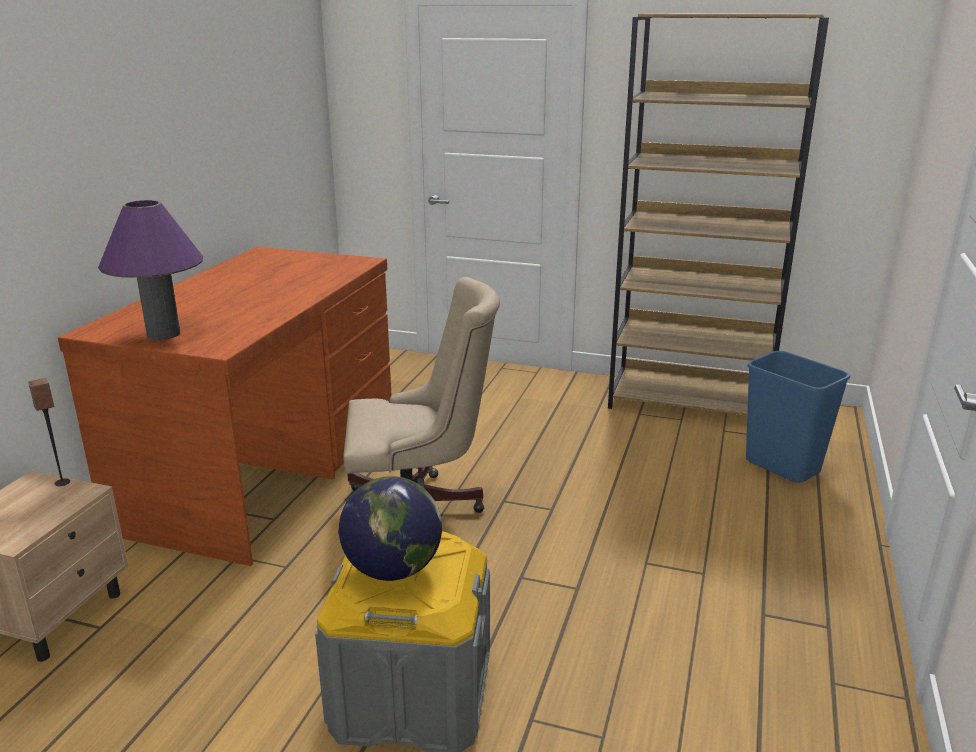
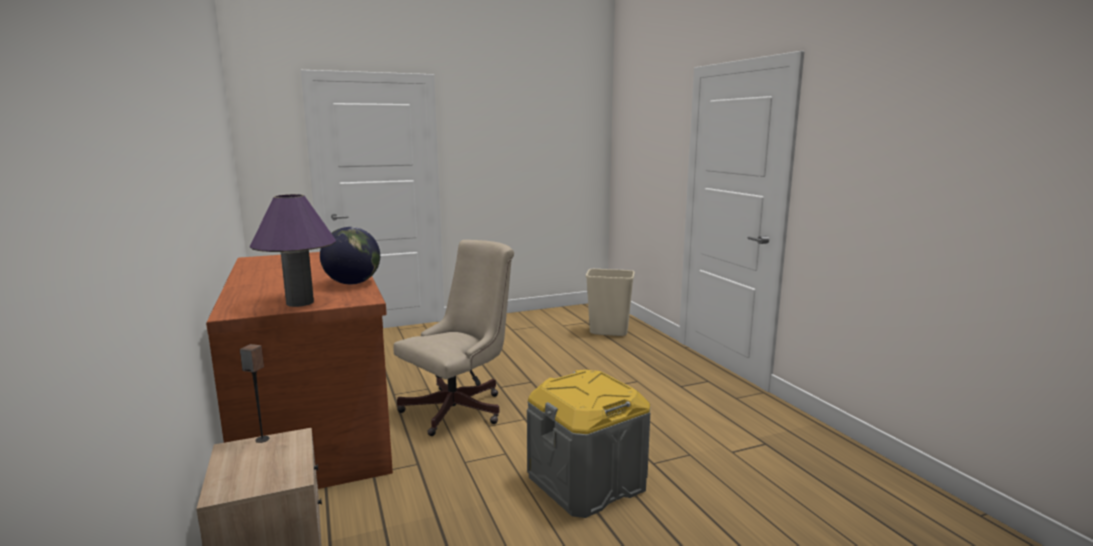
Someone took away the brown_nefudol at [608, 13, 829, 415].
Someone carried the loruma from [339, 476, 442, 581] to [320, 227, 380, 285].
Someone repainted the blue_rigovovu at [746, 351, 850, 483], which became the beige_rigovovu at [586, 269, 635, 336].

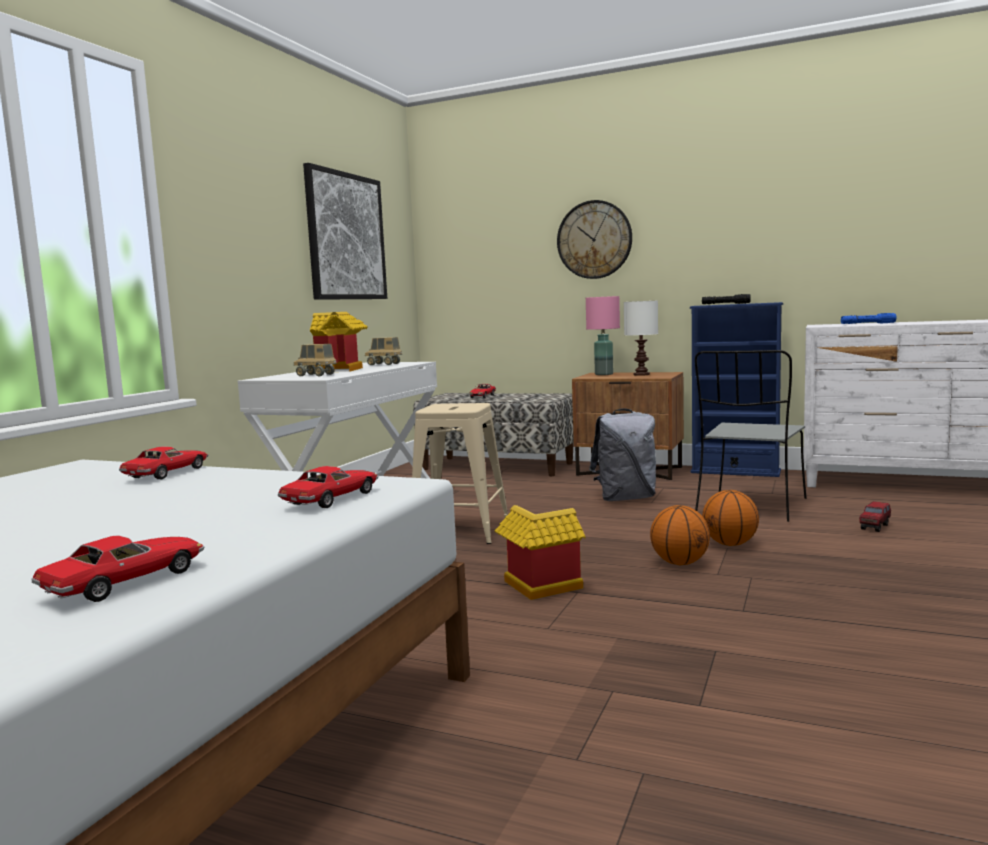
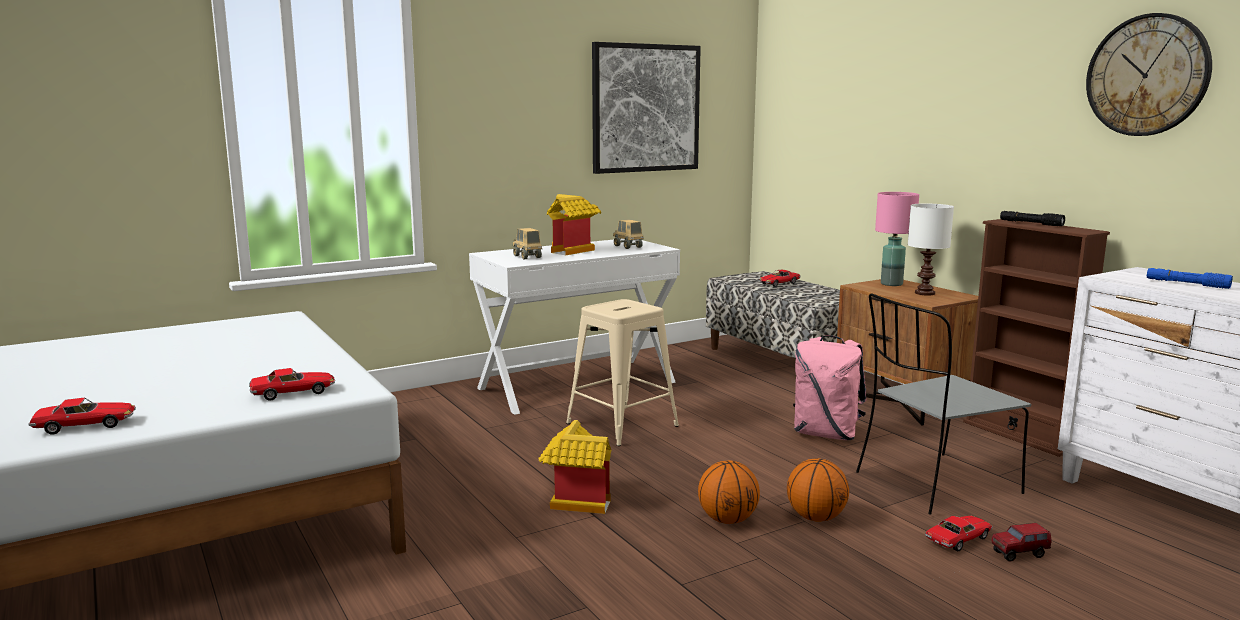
Someone carried the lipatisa from [119, 446, 208, 479] to [925, 516, 993, 552].
Someone carried the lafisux from [557, 200, 632, 279] to [1086, 13, 1212, 136].
Someone repainted the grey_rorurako at [589, 409, 656, 501], which became the pink_rorurako at [793, 335, 867, 440].
Someone repainted the blue_nefudol at [690, 302, 783, 477], which became the brown_nefudol at [963, 219, 1110, 457].

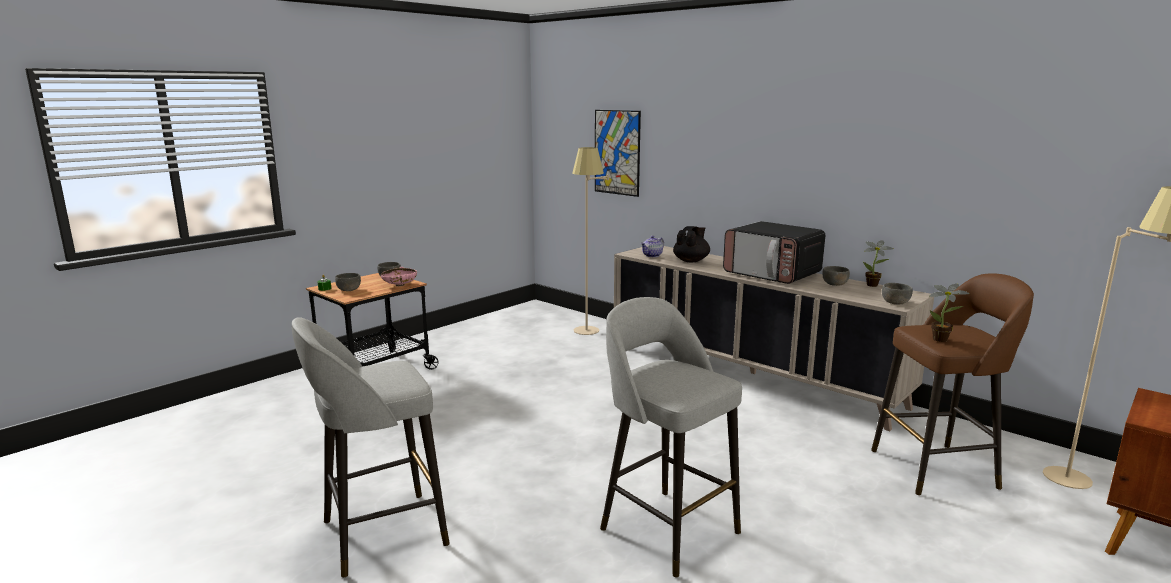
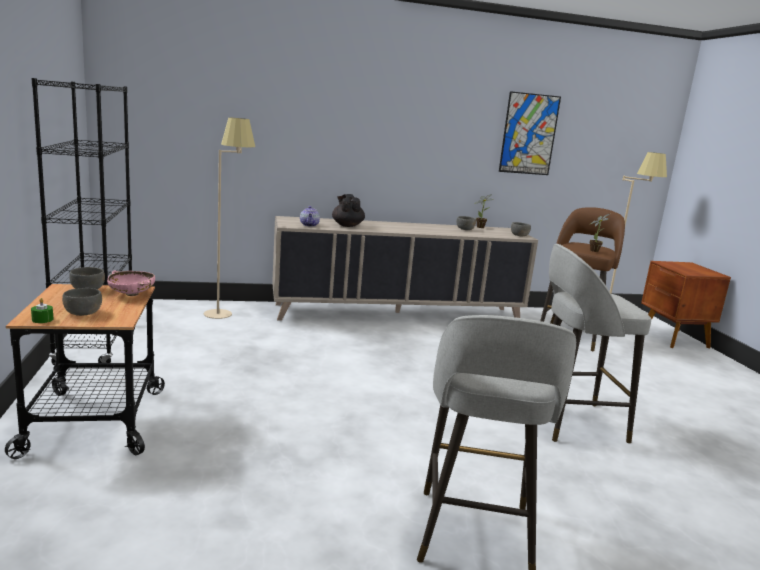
Someone took away the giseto at [723, 221, 825, 284].
Someone put down the black_nefudol at [32, 78, 132, 366].
Someone carried the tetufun from [595, 110, 641, 197] to [499, 91, 561, 175].

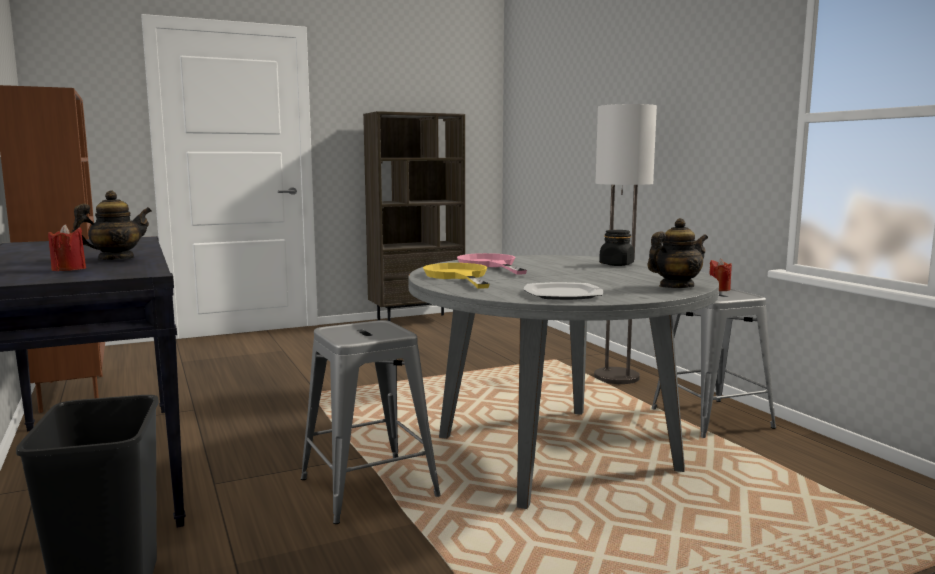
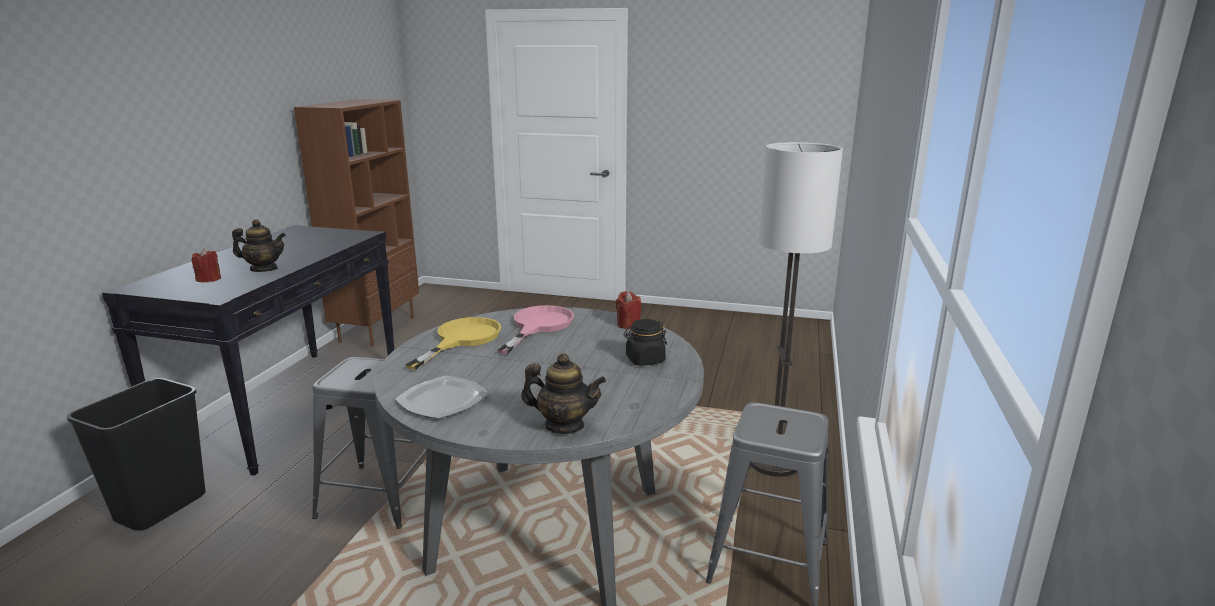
Someone took away the brown_nefudol at [363, 111, 465, 321].
Someone carried the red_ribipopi from [709, 258, 732, 291] to [616, 291, 641, 329].

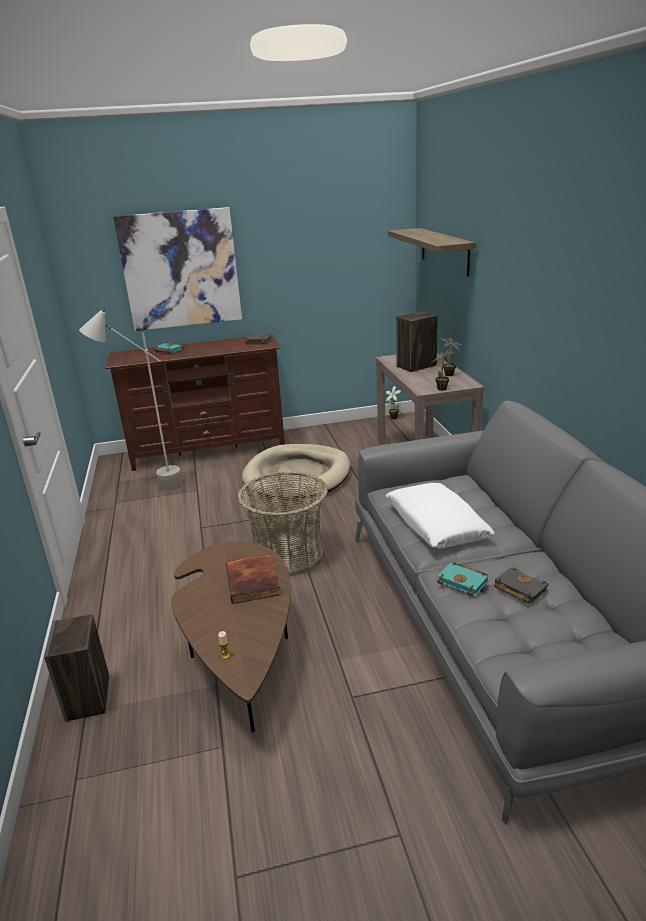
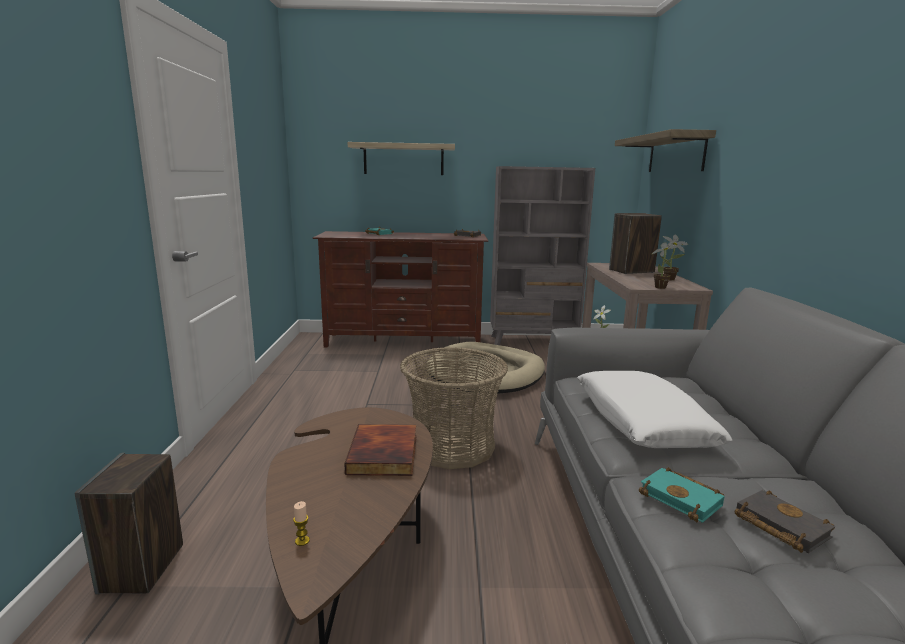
Someone took away the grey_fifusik at [79, 308, 182, 490].
Someone put down the grey_nefudol at [490, 166, 595, 345].
Someone swapped the tetufun at [113, 207, 242, 331] for the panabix at [348, 142, 455, 175].

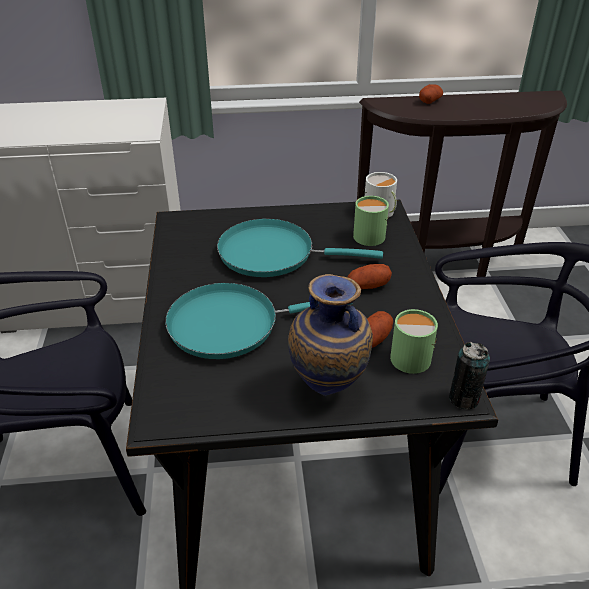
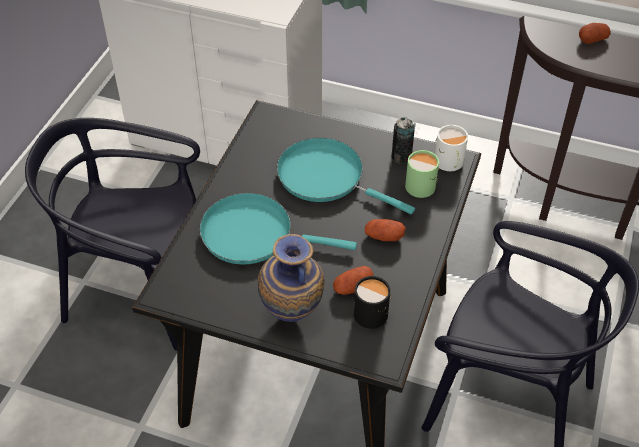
Someone carried the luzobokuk from [449, 342, 490, 410] to [392, 117, 415, 164].
Someone repainted the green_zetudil at [390, 309, 438, 374], which became the black_zetudil at [354, 276, 391, 329].

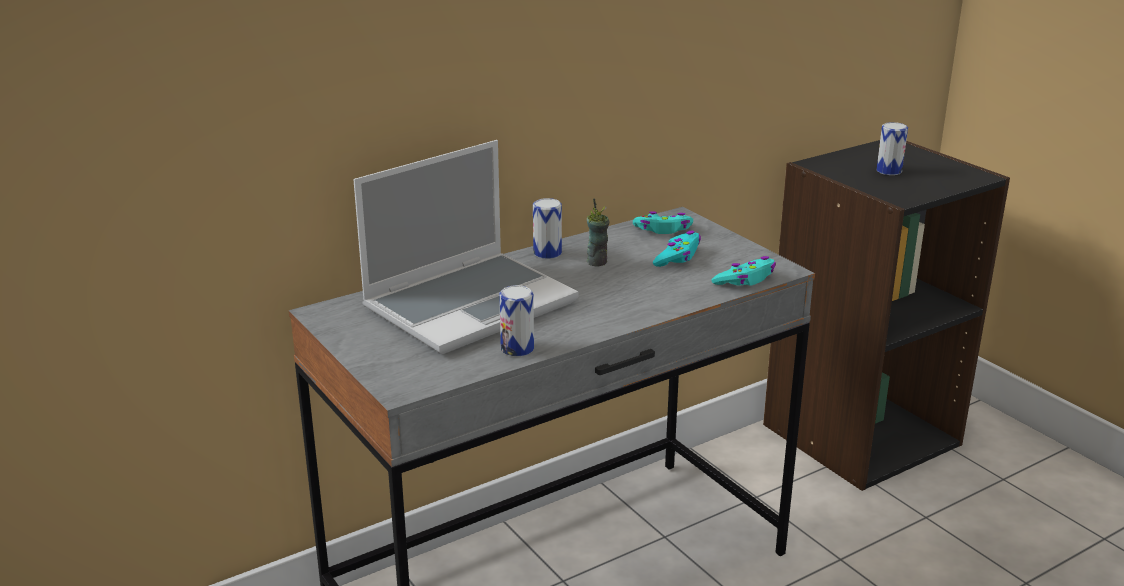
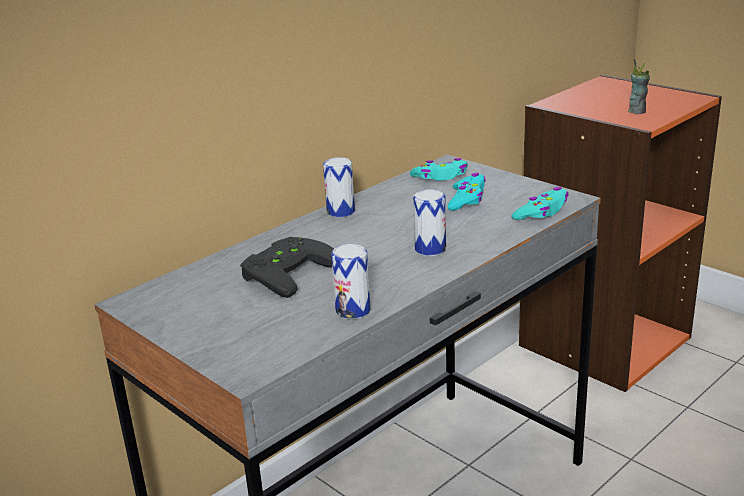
Someone carried the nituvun from [587, 199, 609, 266] to [628, 59, 650, 114].
Someone carried the luzobokuk from [876, 122, 908, 175] to [413, 189, 446, 256].
Someone swapped the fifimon at [353, 140, 579, 354] for the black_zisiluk at [240, 237, 334, 298].
Someone repainted the black_nefudol at [763, 140, 1010, 491], which became the orange_nefudol at [519, 75, 722, 392].

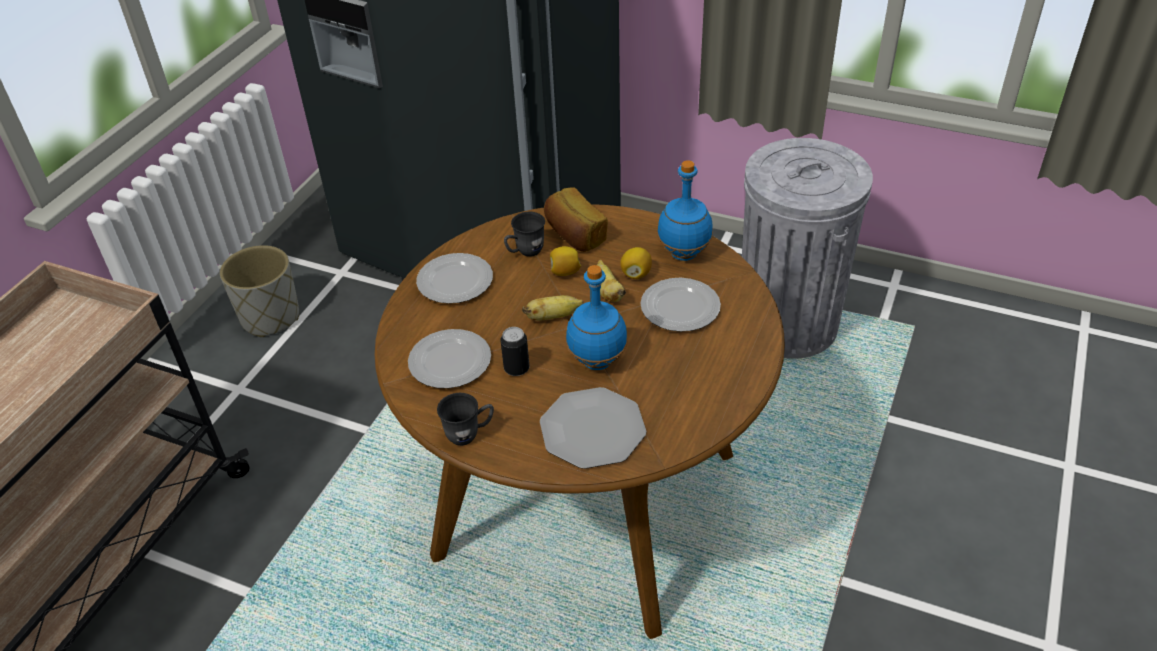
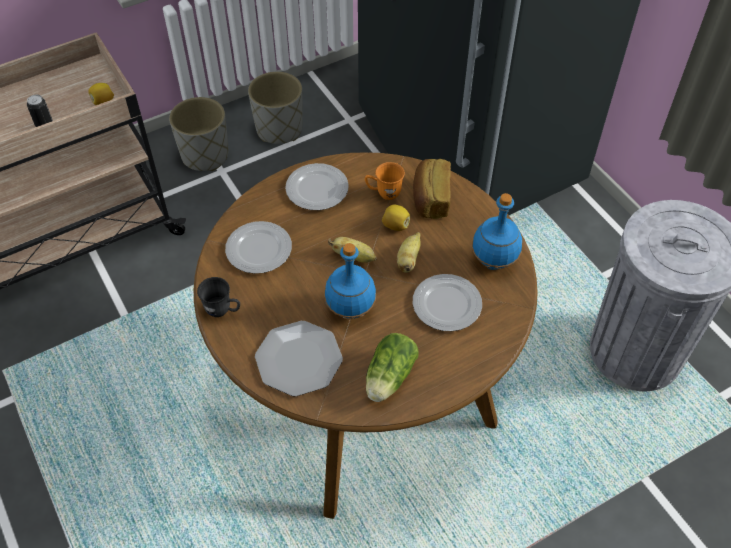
Someone put down the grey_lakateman at [169, 97, 229, 171].
Someone put down the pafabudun at [366, 333, 419, 402].
Someone carried the luzobokuk from [501, 327, 530, 376] to [27, 95, 53, 127].
Someone carried the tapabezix from [620, 247, 652, 279] to [88, 83, 114, 105].
Someone repainted the grey_zetudil at [504, 212, 545, 257], which became the orange_zetudil at [364, 162, 405, 200].

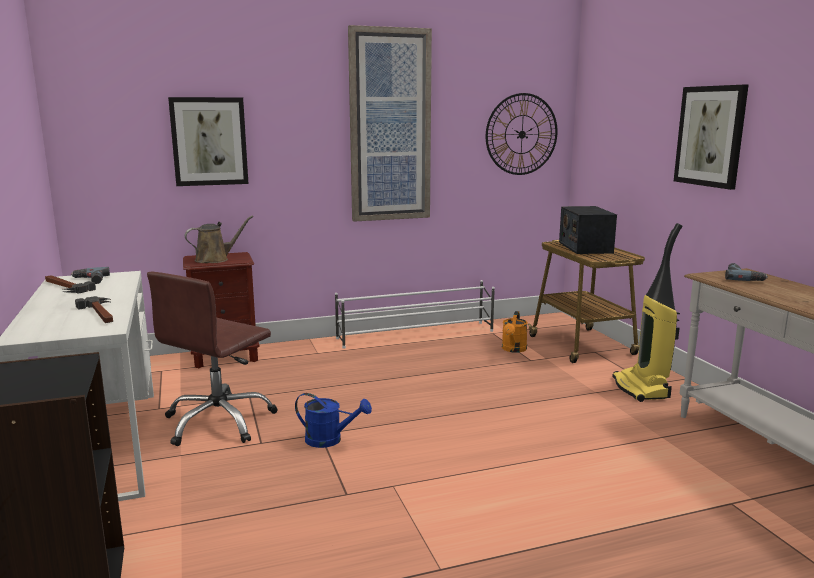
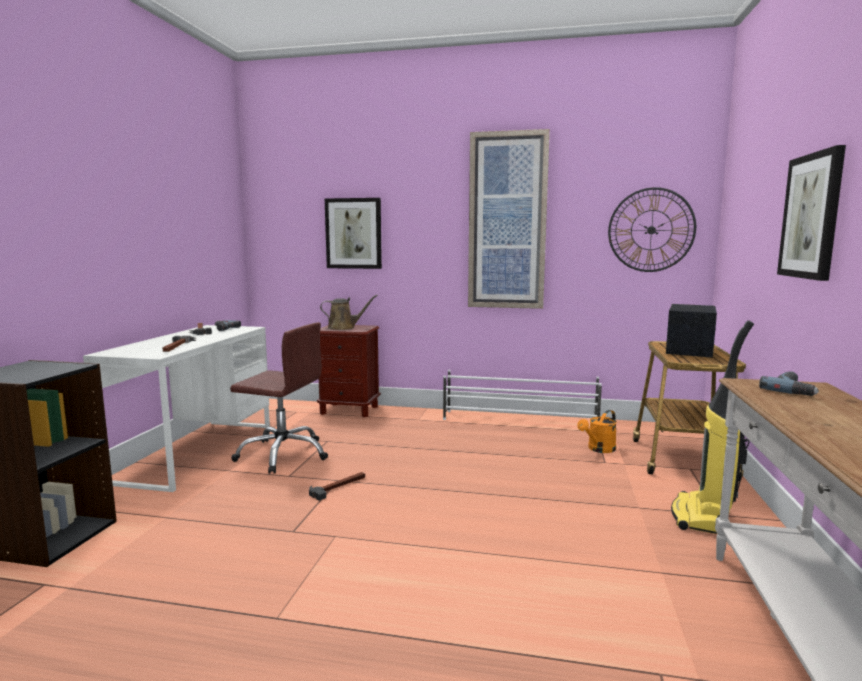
Someone swapped the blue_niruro at [295, 393, 372, 448] for the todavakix at [309, 472, 365, 501].
Someone rotated the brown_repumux at [147, 272, 277, 446] by 135 degrees counterclockwise.

